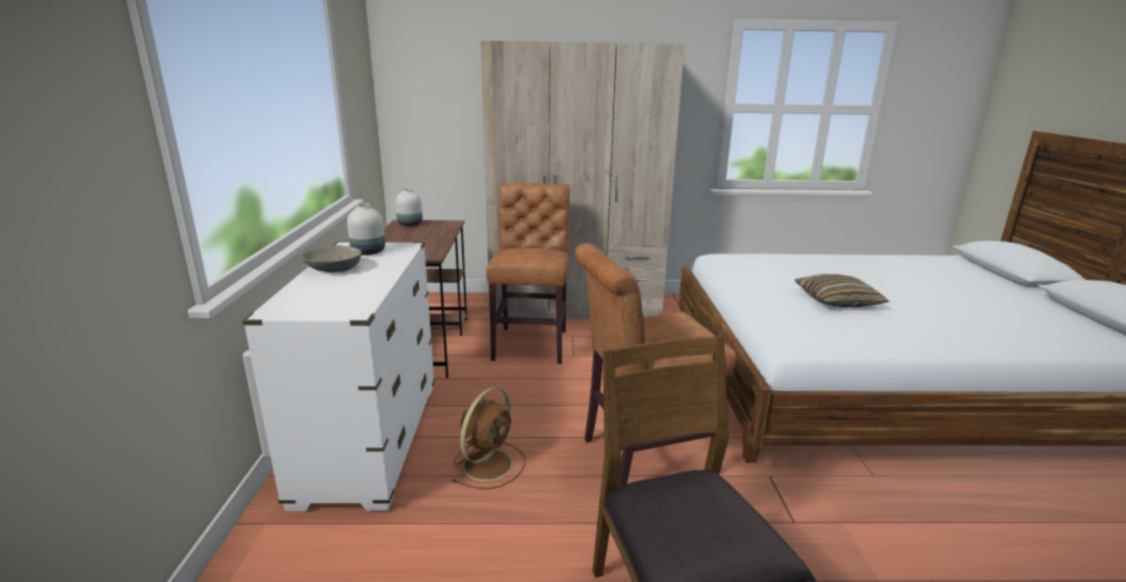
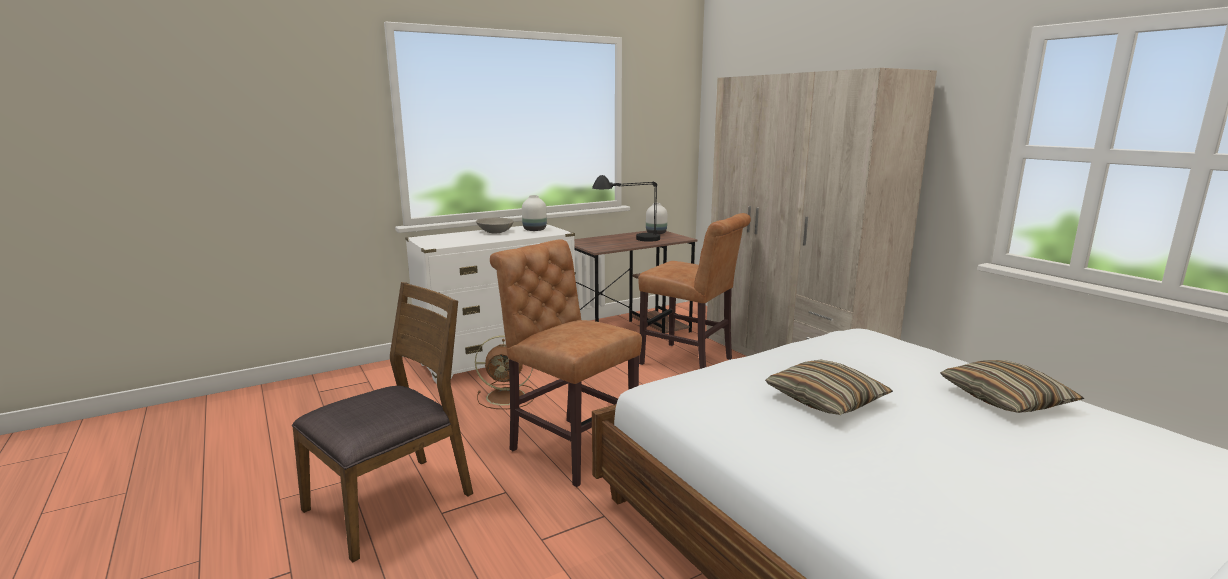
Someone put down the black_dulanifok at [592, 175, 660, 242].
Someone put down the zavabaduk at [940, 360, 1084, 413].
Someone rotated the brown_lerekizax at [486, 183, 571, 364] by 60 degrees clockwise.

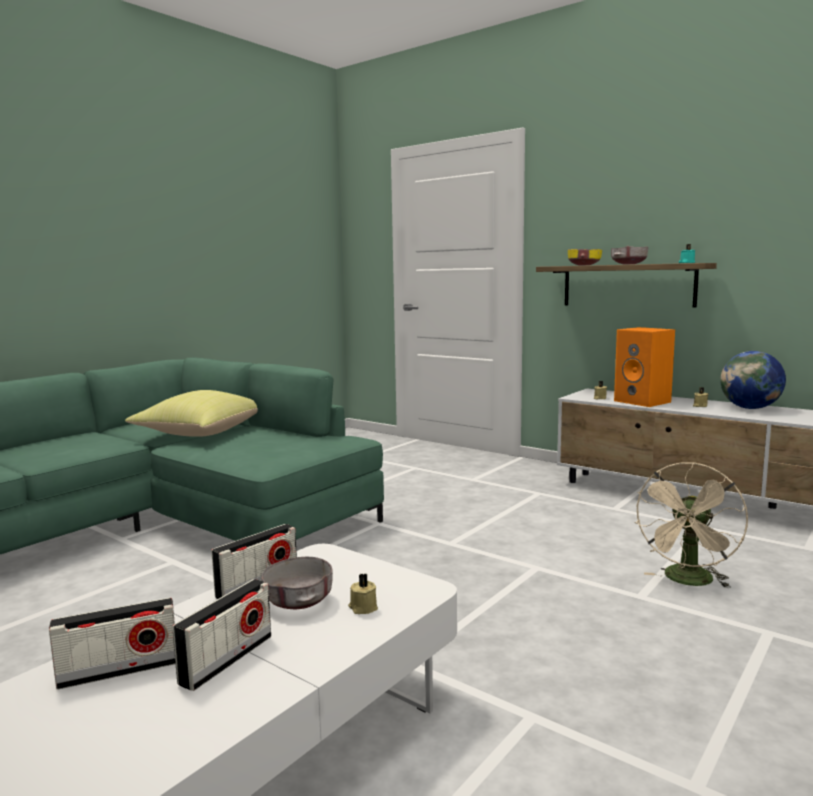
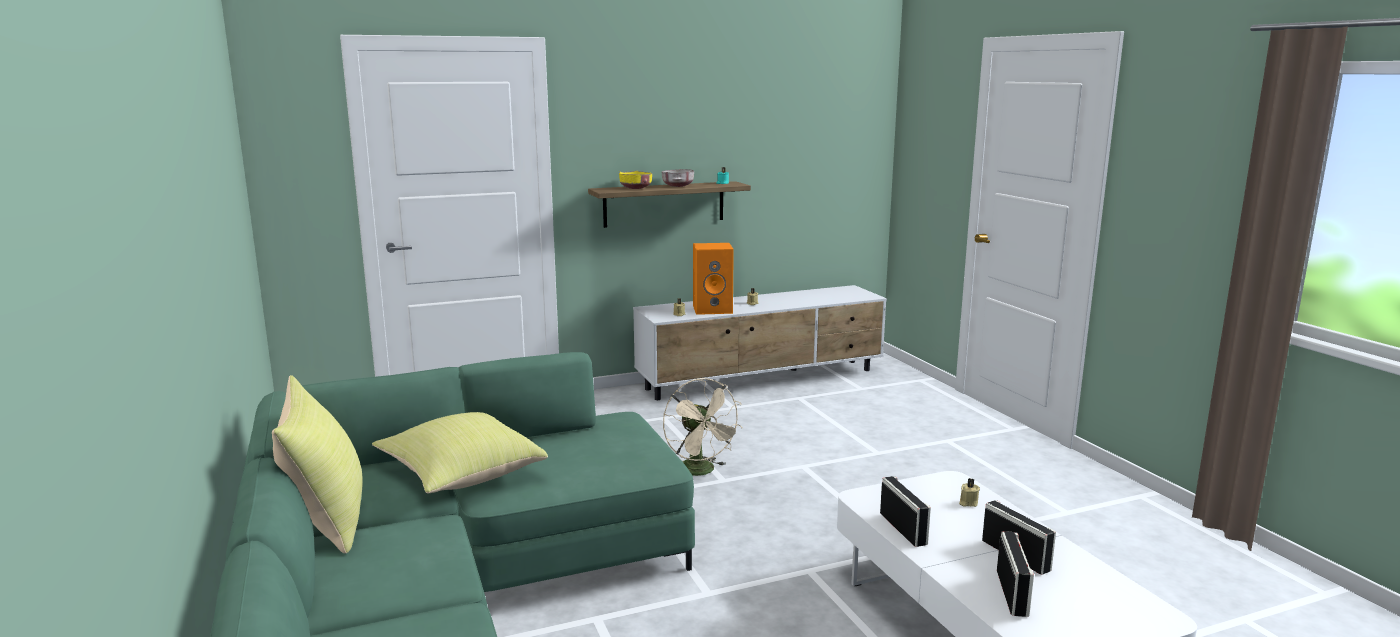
Someone took away the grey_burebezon at [261, 557, 333, 609].
Someone took away the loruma at [720, 351, 786, 409].
Someone put down the yellow_zavabaduk at [272, 375, 363, 554].
Someone carried the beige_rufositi from [634, 462, 748, 588] to [663, 378, 742, 476].

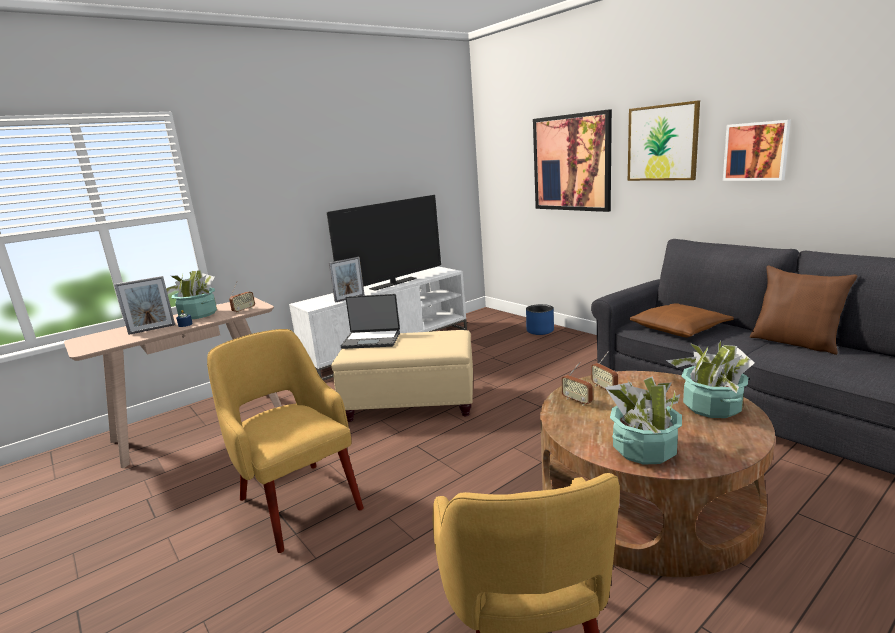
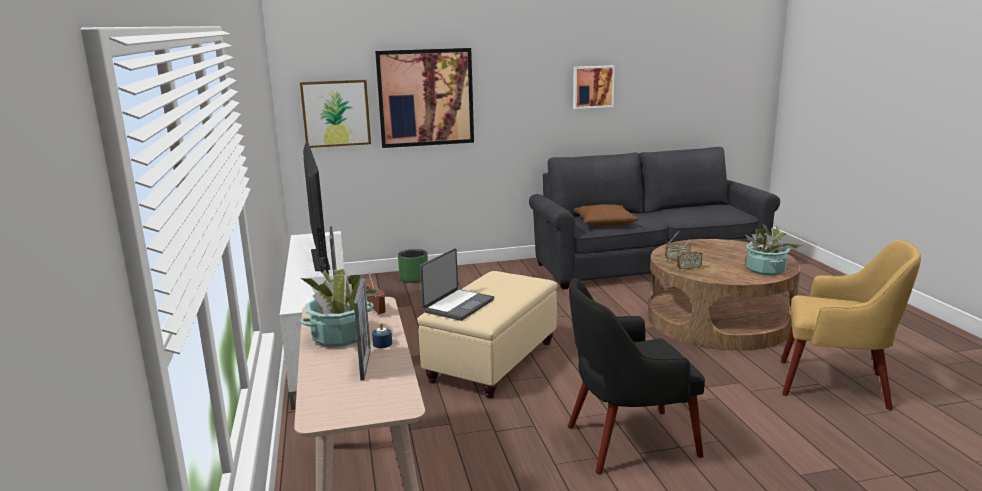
Someone took away the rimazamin at [666, 341, 755, 418].
Someone took away the brown_zavabaduk at [750, 265, 857, 355].
Someone carried the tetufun from [628, 100, 700, 181] to [300, 80, 371, 148].
Someone repainted the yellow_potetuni at [207, 329, 364, 553], which became the black_potetuni at [568, 278, 705, 474].
Someone repainted the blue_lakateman at [526, 304, 554, 335], which became the green_lakateman at [398, 249, 428, 283].

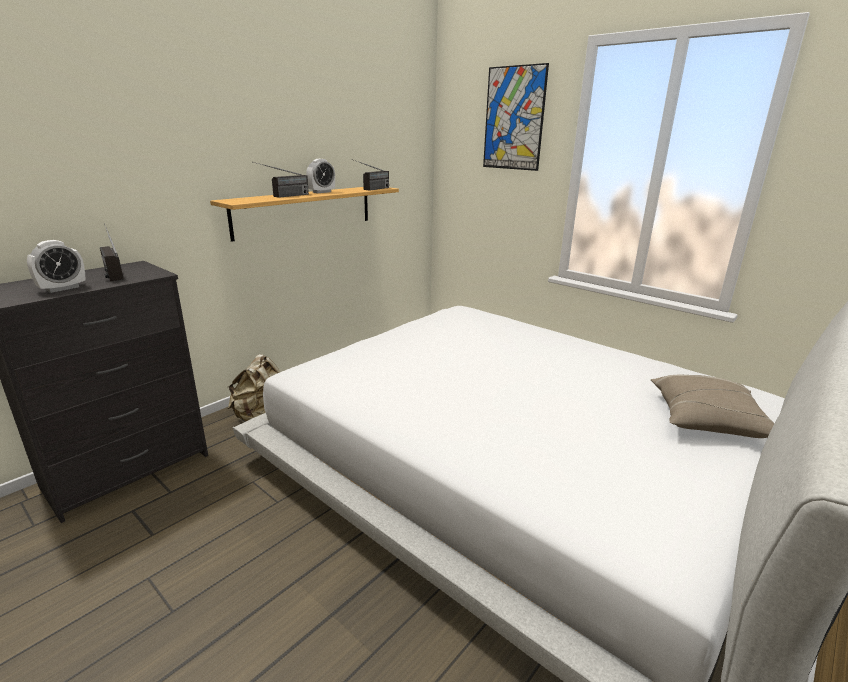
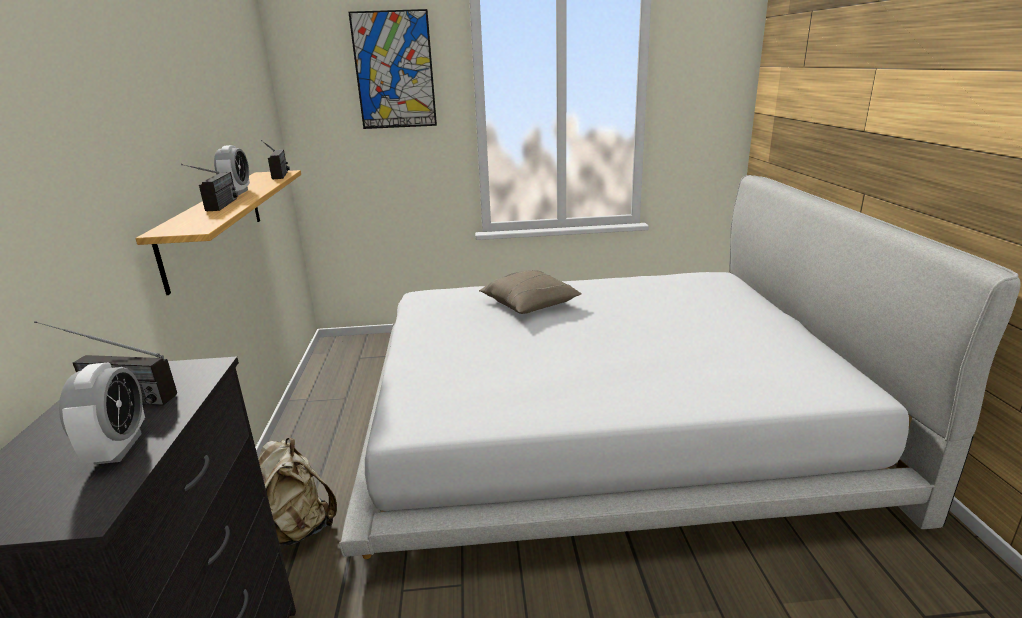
Someone carried the beige_zavabaduk from [651, 375, 774, 438] to [479, 270, 582, 314].

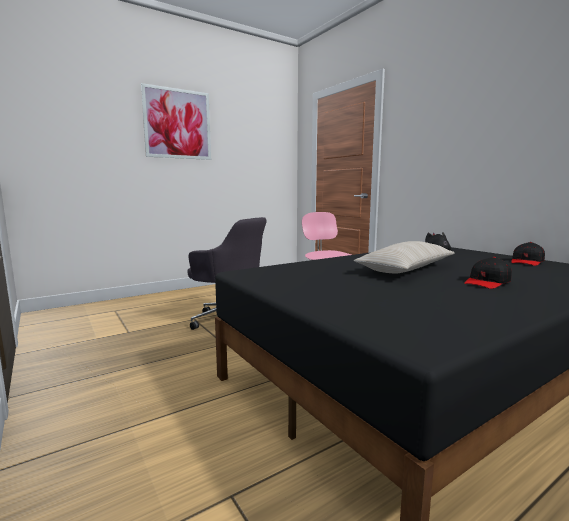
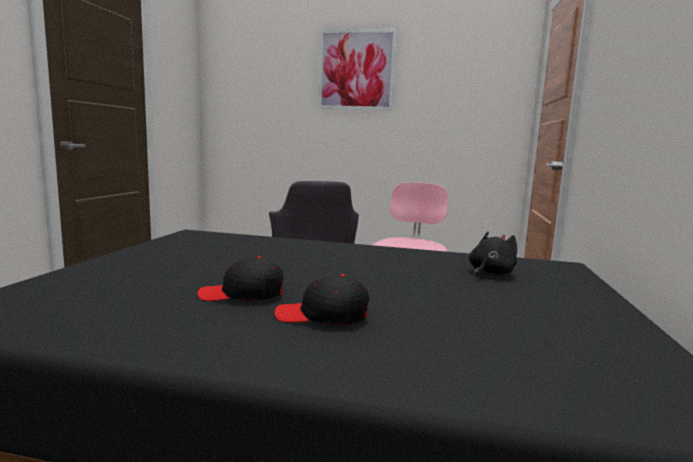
Someone took away the beige_zavabaduk at [354, 241, 455, 273].
Someone carried the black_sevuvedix from [511, 242, 545, 266] to [197, 256, 284, 301].

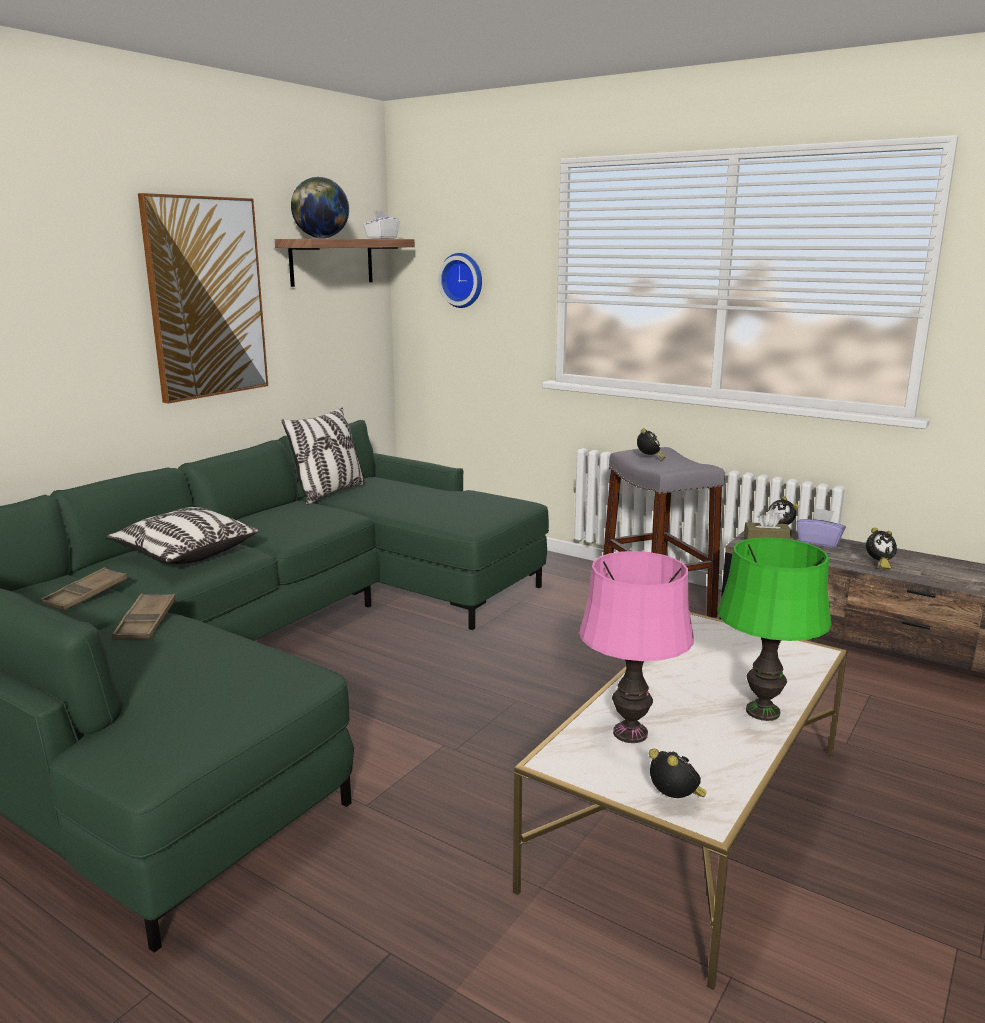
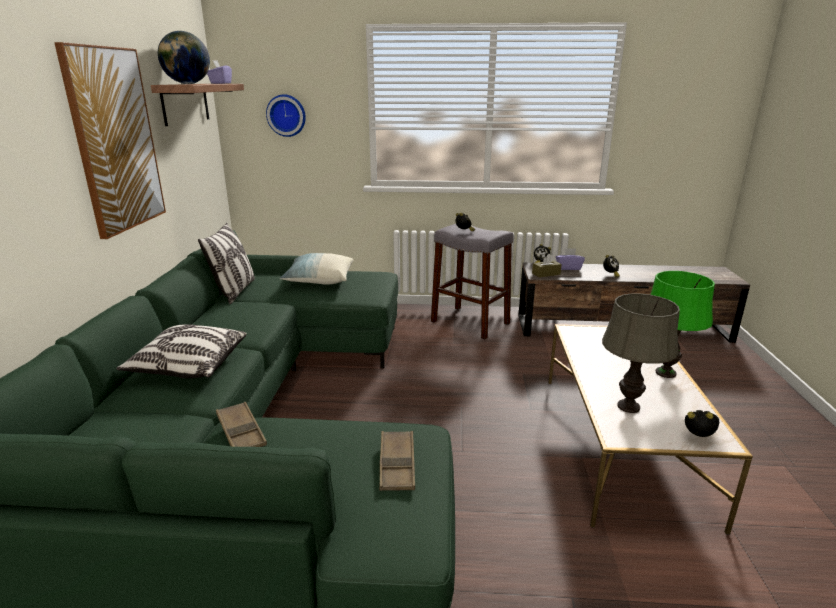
Someone put down the zavabaduk at [280, 253, 353, 285].
Someone carried the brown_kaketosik from [40, 567, 127, 611] to [379, 431, 415, 491].
Someone repainted the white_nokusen at [363, 210, 400, 239], which became the purple_nokusen at [207, 60, 232, 84].
Someone repainted the pink_dulanifok at [579, 551, 694, 743], which became the grey_dulanifok at [602, 294, 680, 413].

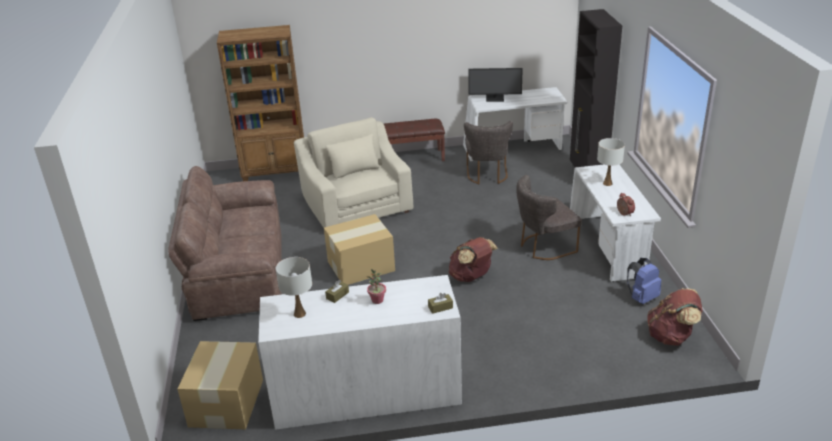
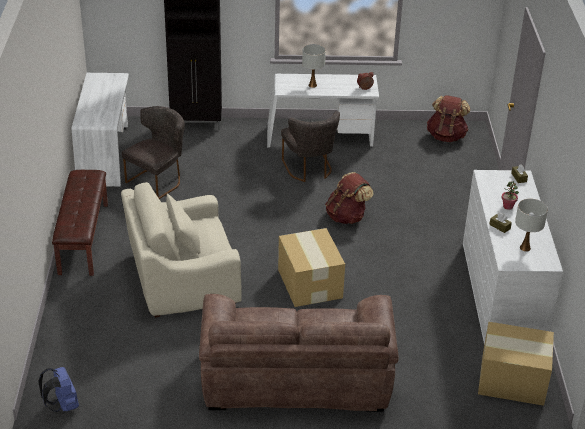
Someone took away the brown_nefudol at [217, 25, 304, 181].
Someone took away the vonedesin at [468, 68, 523, 102].
Someone carried the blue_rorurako from [627, 258, 661, 304] to [38, 367, 79, 412].
Someone rotated the grey_lerekizax at [464, 121, 513, 185] by 60 degrees counterclockwise.

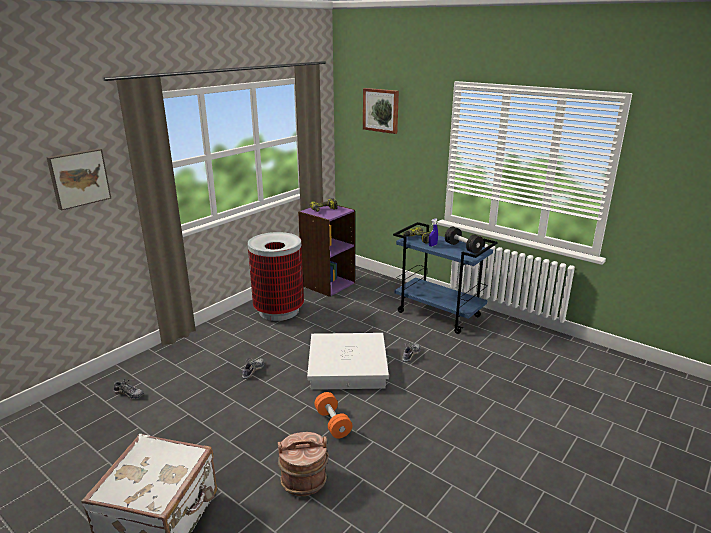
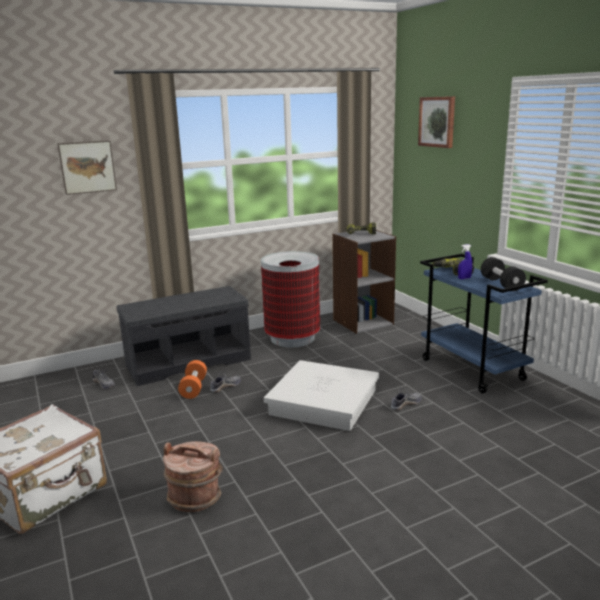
Someone put down the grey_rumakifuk at [117, 286, 251, 386].
Someone carried the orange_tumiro from [314, 392, 352, 438] to [178, 360, 207, 399].
Someone repainted the purple_nefudol at [298, 205, 355, 297], which became the grey_nefudol at [332, 230, 396, 334].

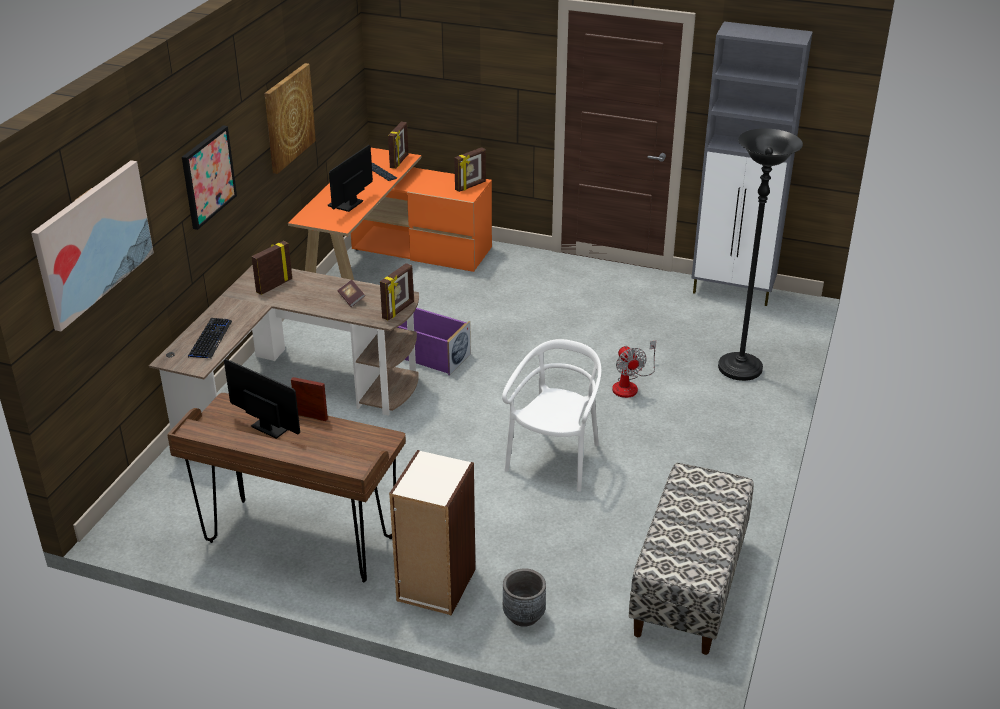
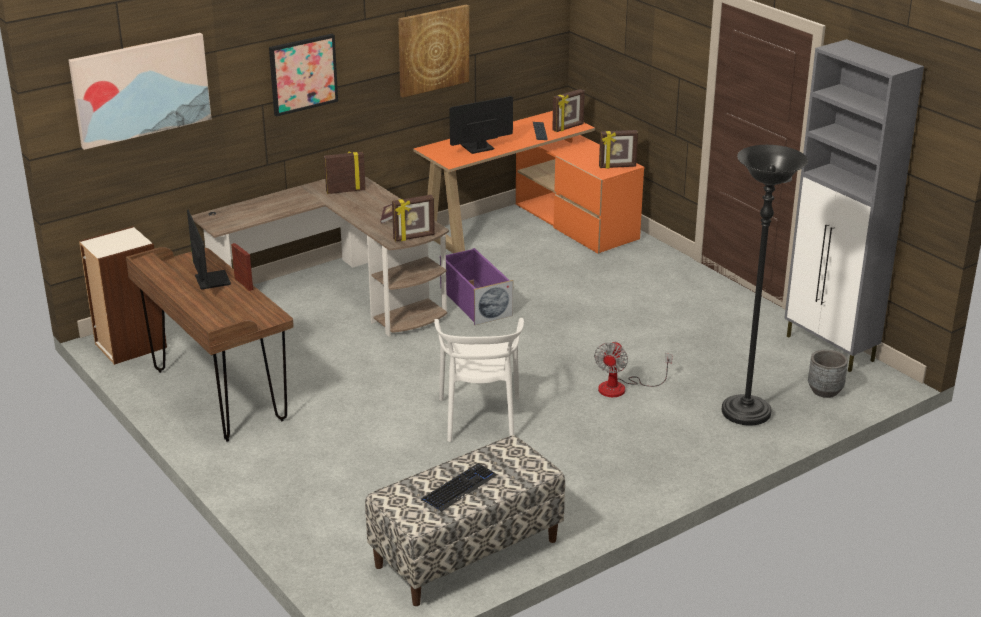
Someone carried the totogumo from [188, 318, 232, 359] to [421, 463, 497, 512].
Someone carried the nefudol from [389, 450, 475, 616] to [79, 226, 167, 365].
Someone carried the grey_lakateman from [503, 568, 546, 627] to [808, 350, 848, 398].
Someone rotated the white_lerekizax at [502, 339, 601, 492] by 120 degrees clockwise.

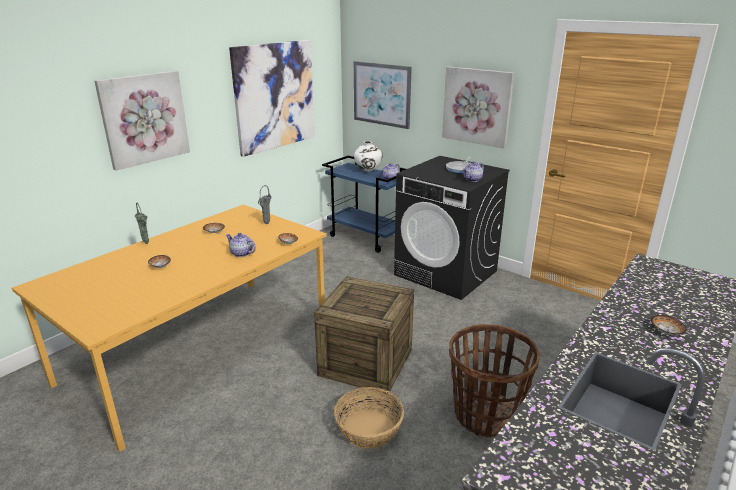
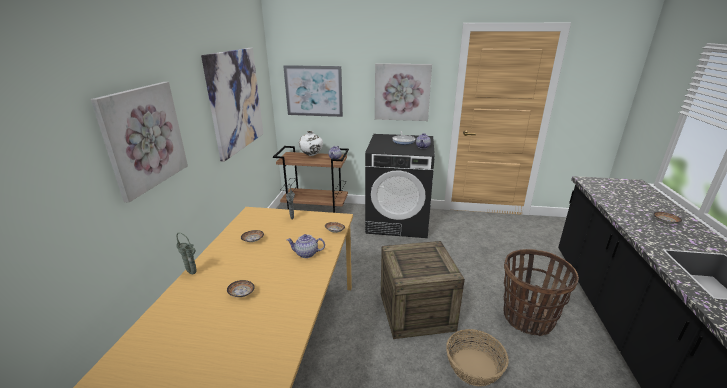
Someone repainted the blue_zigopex at [322, 156, 406, 253], which became the brown_zigopex at [273, 146, 349, 213].

